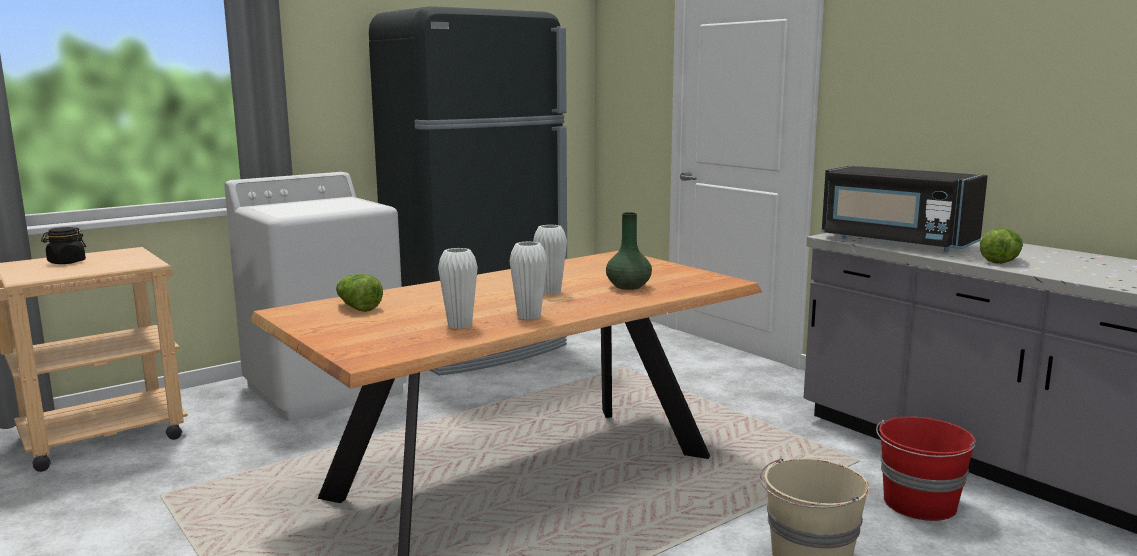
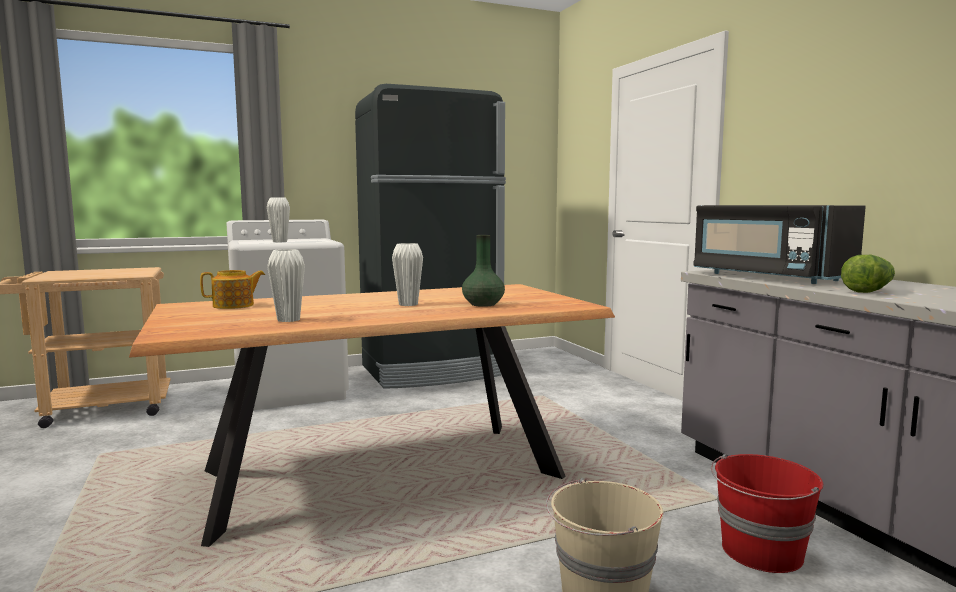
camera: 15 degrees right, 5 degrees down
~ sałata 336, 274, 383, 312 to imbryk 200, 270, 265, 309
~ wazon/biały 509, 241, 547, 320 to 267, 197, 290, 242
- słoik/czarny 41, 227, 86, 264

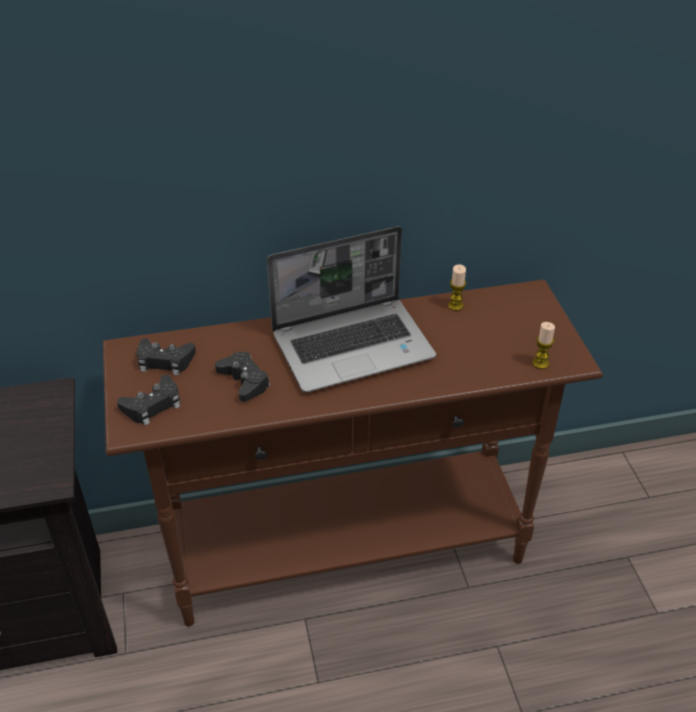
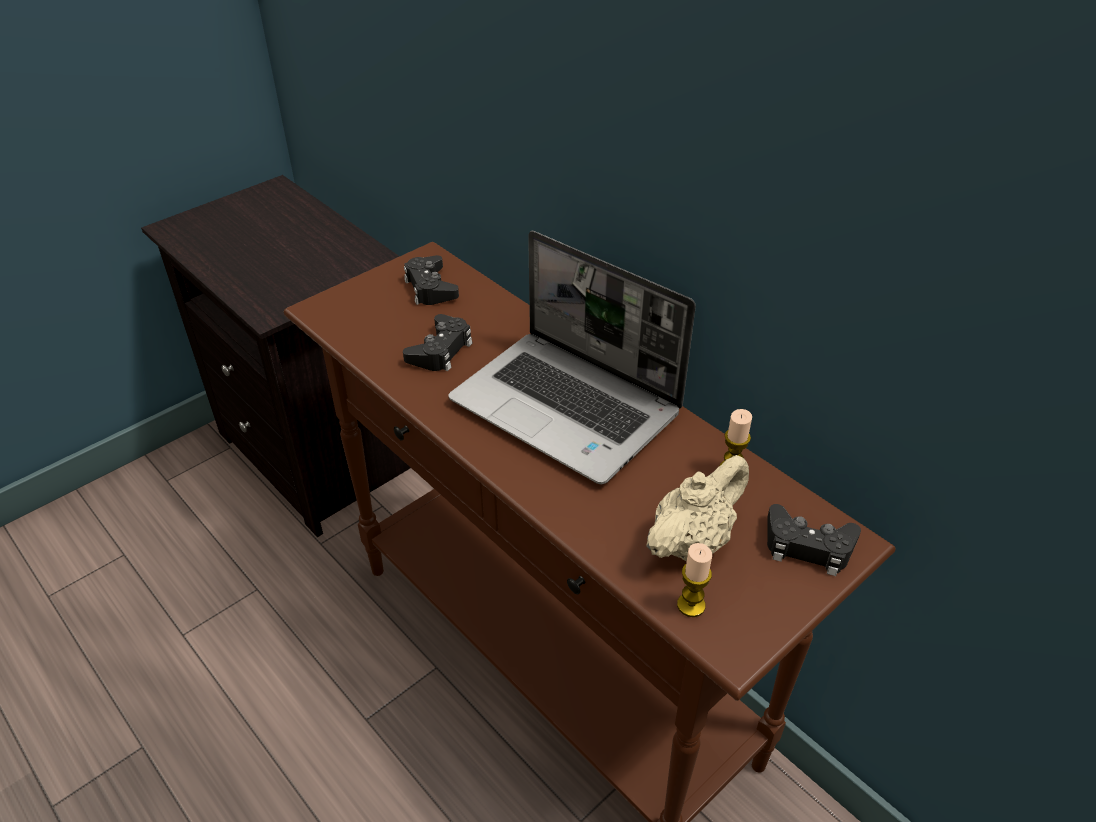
camera: 60 degrees right, 0 degrees up
+ imbryk/beżowy 646, 455, 749, 561
~ pad do gier/czarny 117, 375, 180, 425 to 767, 504, 861, 576

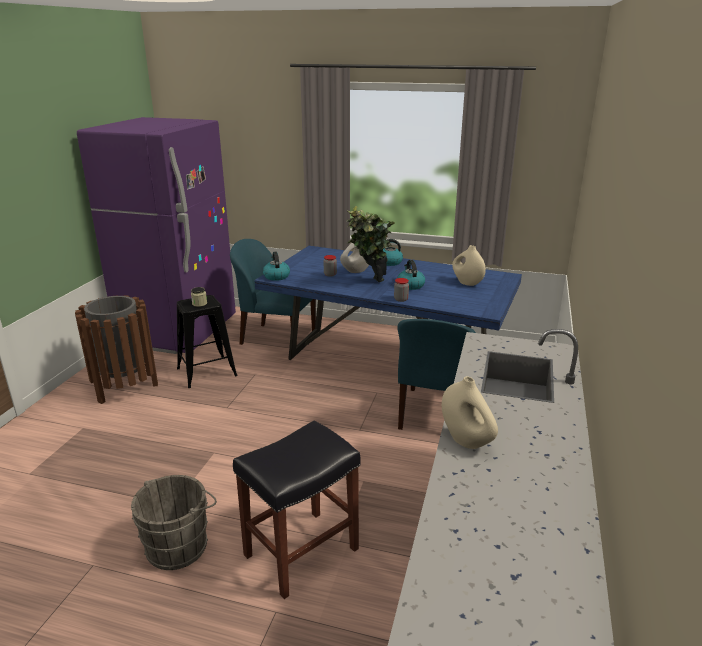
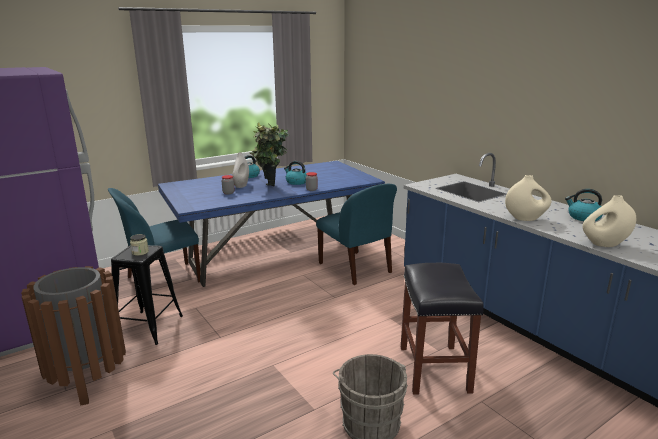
camera: 50 degrees left, 5 degrees down
~ czajnik 263, 252, 290, 281 to 565, 189, 603, 221
~ wazon/beżowy 452, 245, 486, 286 to 582, 195, 636, 247

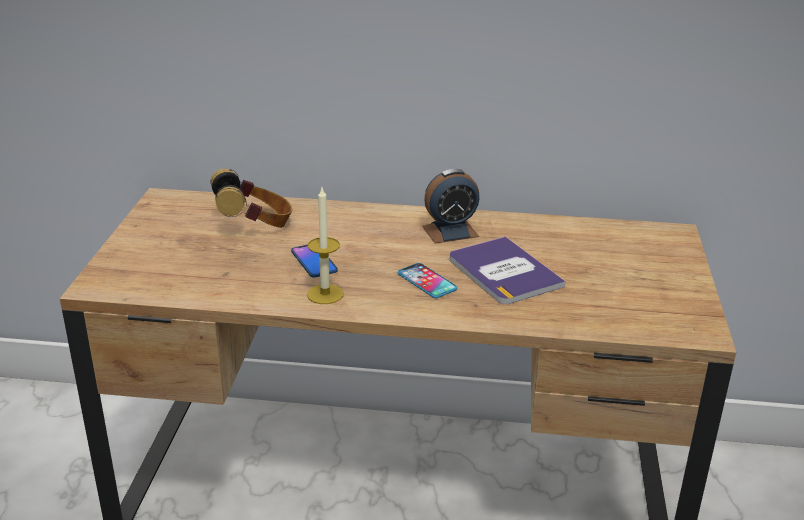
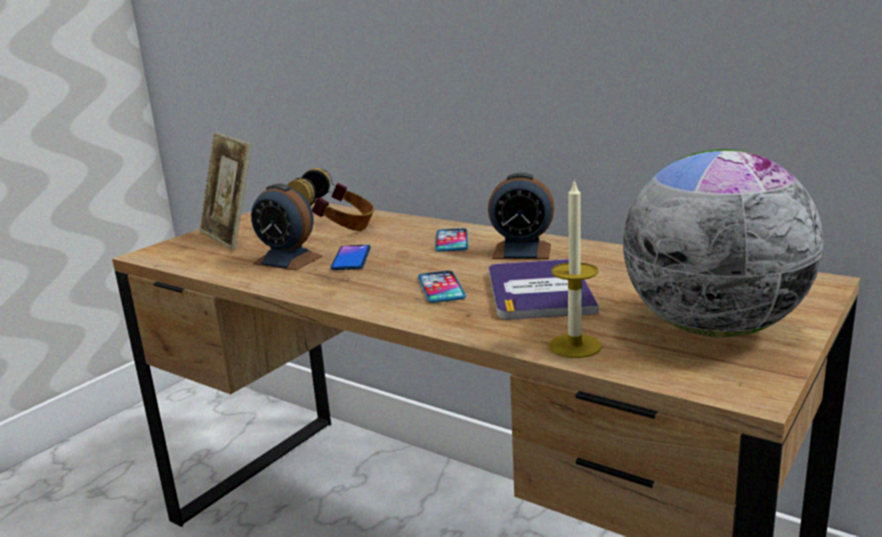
camera: 30 degrees right, 10 degrees down
+ ramka na zdjęcie 199, 132, 252, 250
+ budzik 251, 184, 323, 270
+ telefon 435, 228, 468, 252
~ świeca 307, 188, 344, 304 to 549, 179, 602, 358
+ globus 623, 149, 823, 338

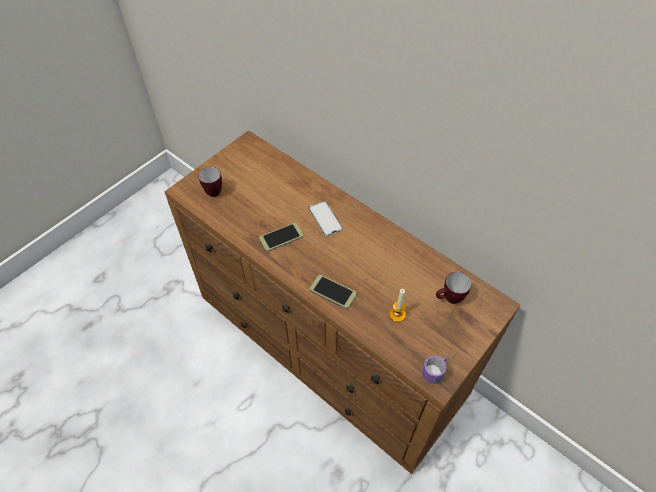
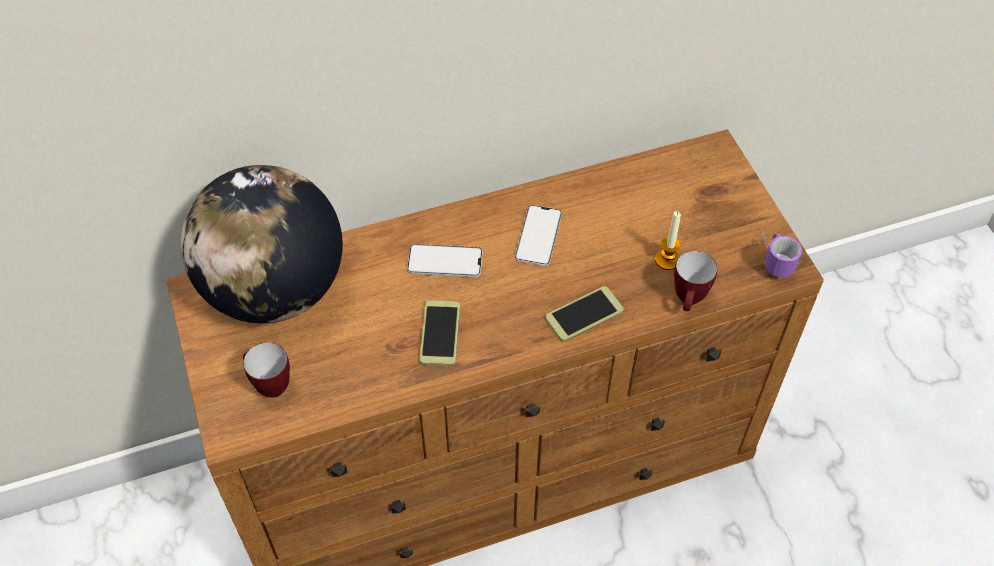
camera: 60 degrees left, 0 degrees up
+ globus 181, 165, 343, 323
+ telefon 515, 205, 562, 266
~ kubek 436, 272, 472, 304 to 674, 251, 717, 311

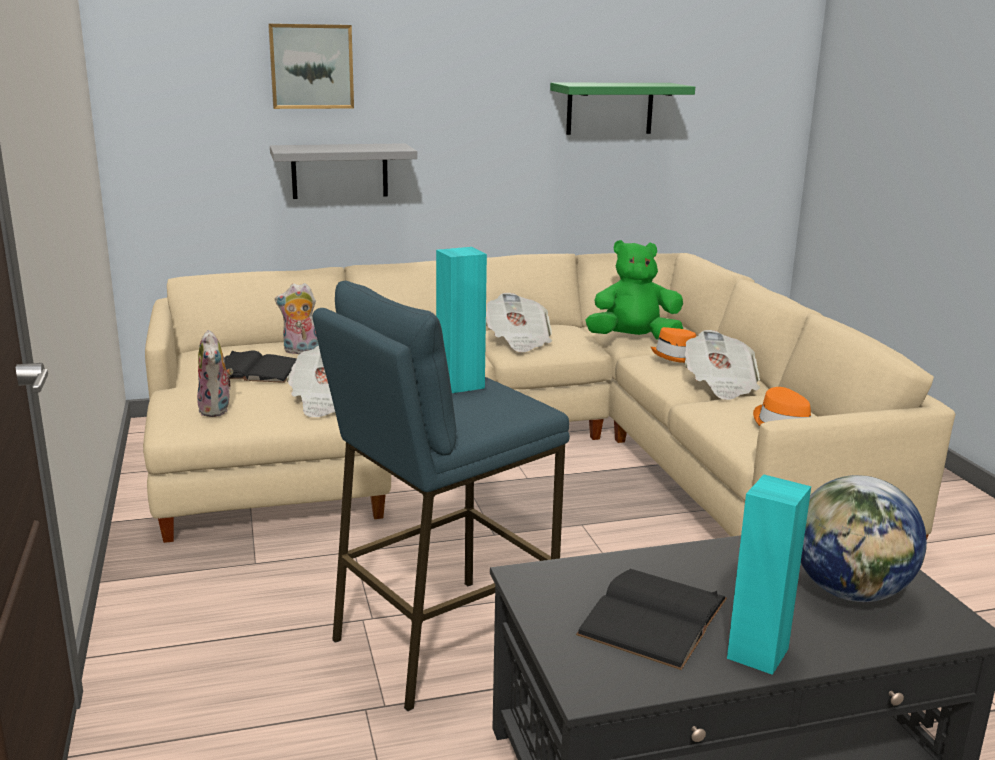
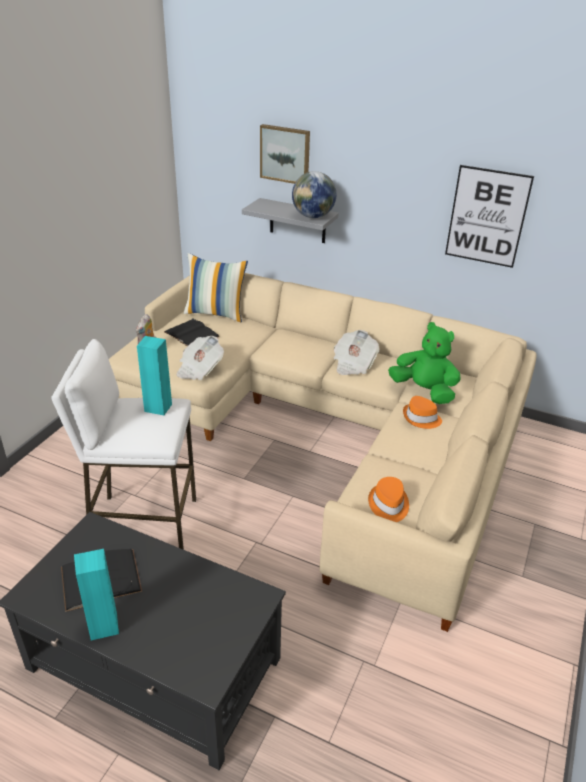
camera: 40 degrees right, 15 degrees up
~ stołek/niebieski 313, 281, 570, 711 to stołek/biały 51, 339, 196, 550
+ poduszka 184, 253, 248, 322
~ globus 801, 475, 927, 602 to 292, 171, 336, 218
~ półka/zielony 550, 83, 695, 135 to obraz 445, 165, 534, 268
- pluszak 275, 283, 319, 354
- gazeta 685, 330, 760, 400

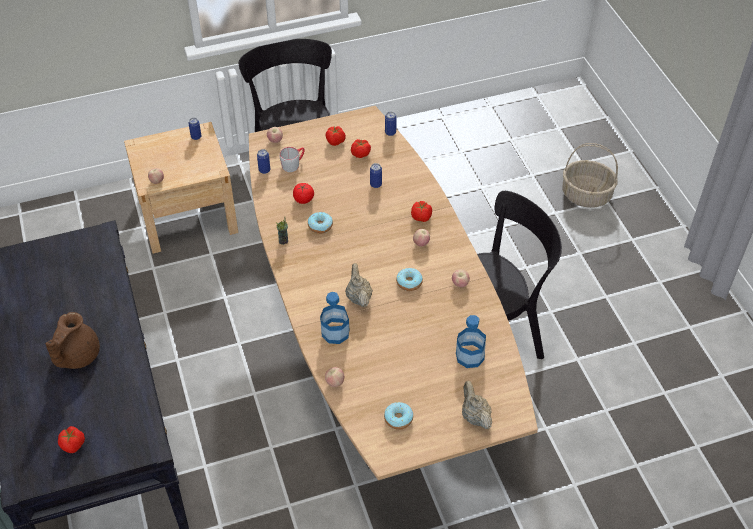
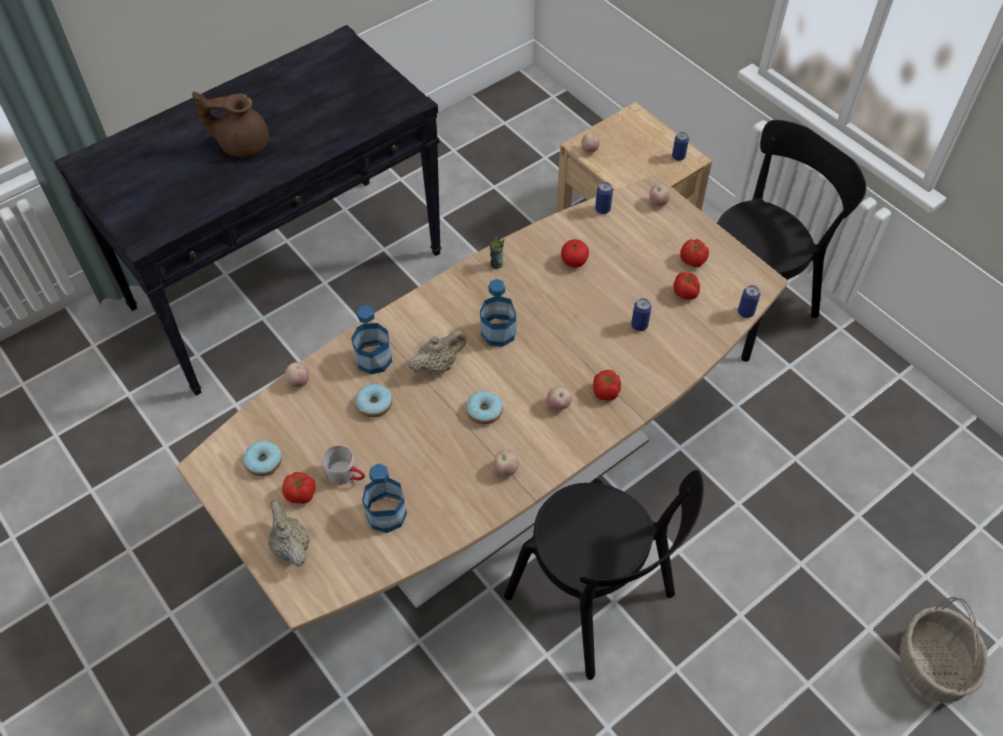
camera: 70 degrees right, 5 degrees up
~ imbryk/beżowy 462, 381, 492, 429 = 268, 500, 309, 567 75 degrees counterclockwise
~ pomidor 58, 426, 85, 453 to 282, 472, 316, 504
~ kubek/szary 279, 147, 305, 172 to 322, 445, 365, 484
~ donut 308, 212, 333, 234 to 356, 384, 392, 417
+ butelka 480, 279, 516, 347

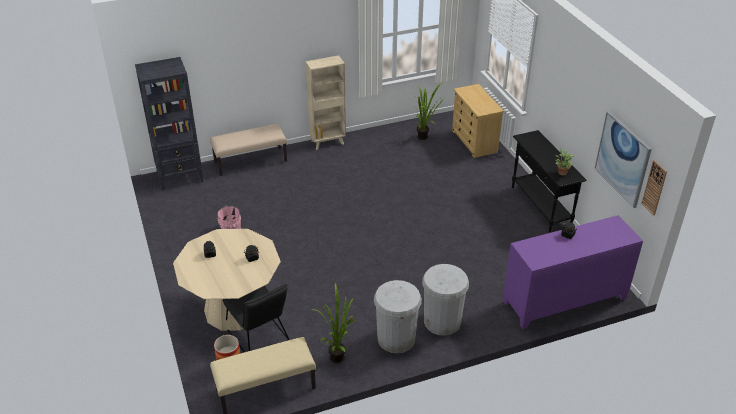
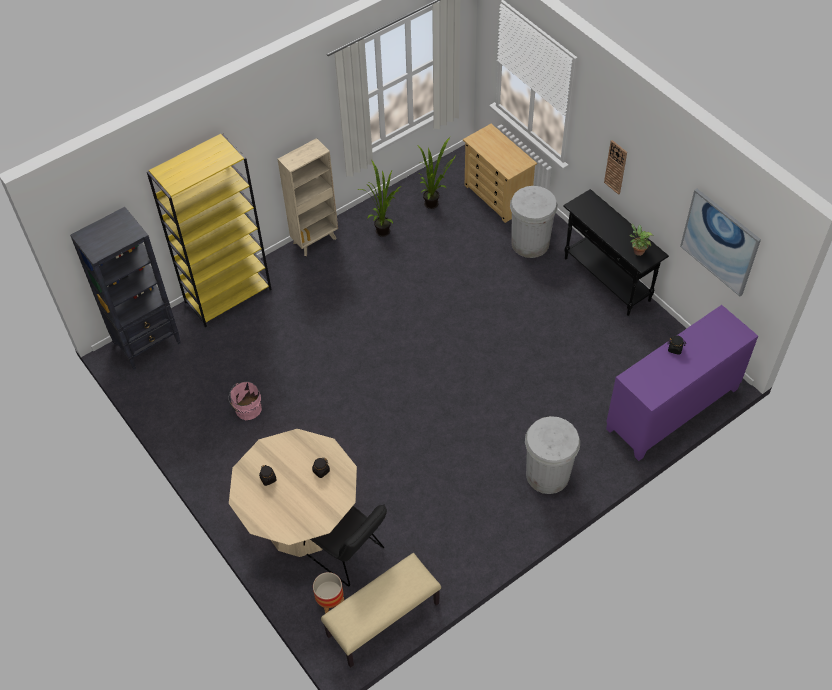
camera: 15 degrees left, 15 degrees up
~ ławka/beżowy 210, 124, 287, 176 to regał/żółty 147, 134, 272, 327
~ roślina doniczkowa 311, 283, 357, 364 to 358, 160, 402, 237
~ kosz na śmieci/biały 374, 280, 422, 353 to 510, 186, 558, 258
~ zegar ścienny 641, 160, 667, 216 to 604, 140, 627, 195

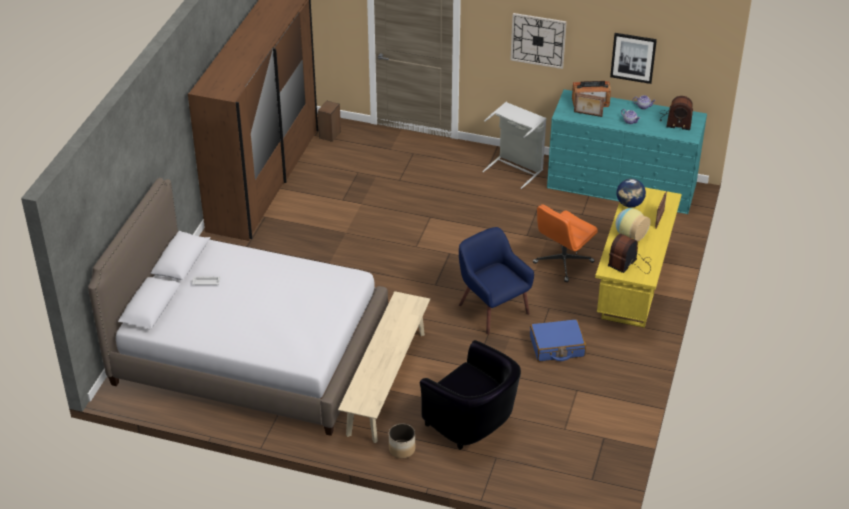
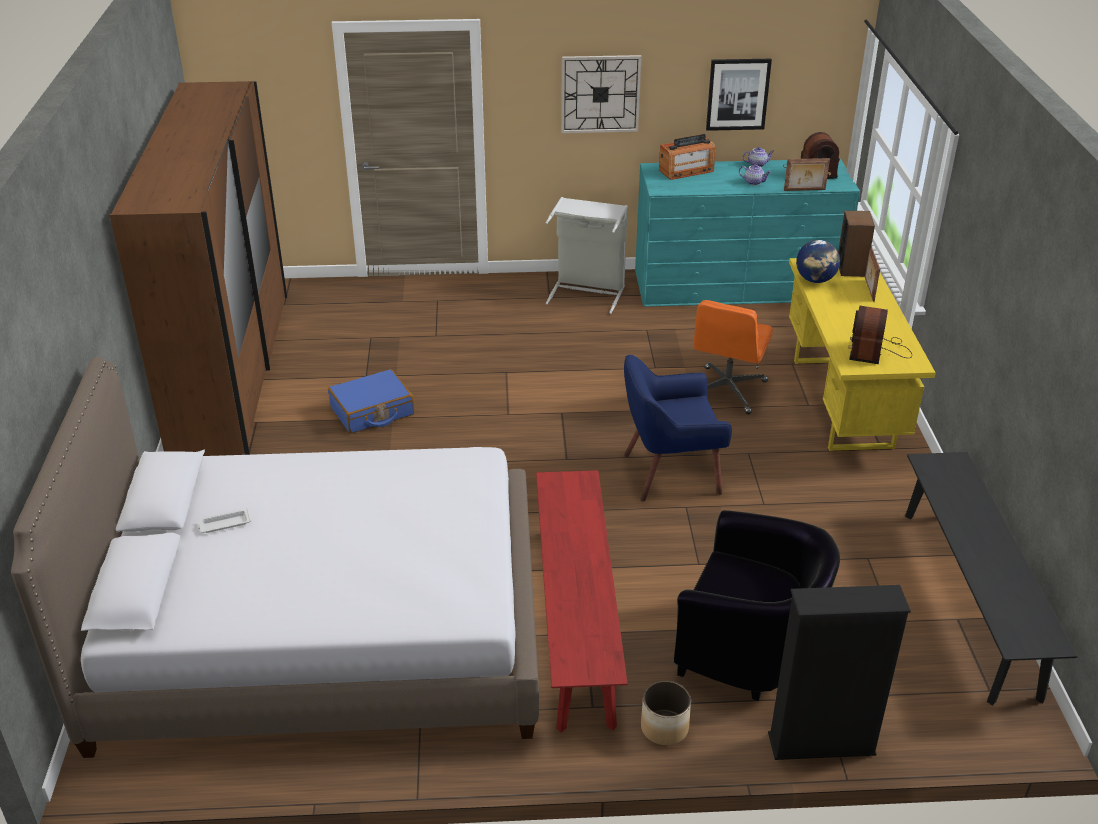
camera: 20 degrees left, 5 degrees down
~ walizka/niebieski 530, 319, 586, 361 to 328, 369, 414, 433
~ ławka/beżowy 338, 291, 430, 443 to ławka/czerwony 536, 470, 628, 733
~ fotel/niebieski 459, 227, 534, 335 = 624, 355, 732, 502 45 degrees counterclockwise
+ regał/czarny 768, 585, 911, 760
~ ramka na zdjęcie 574, 93, 604, 117 to 784, 158, 830, 191
~ głośnik 318, 100, 341, 142 to 838, 210, 875, 277
+ ławka/czarny 905, 452, 1078, 706
- wazon 615, 208, 651, 241

